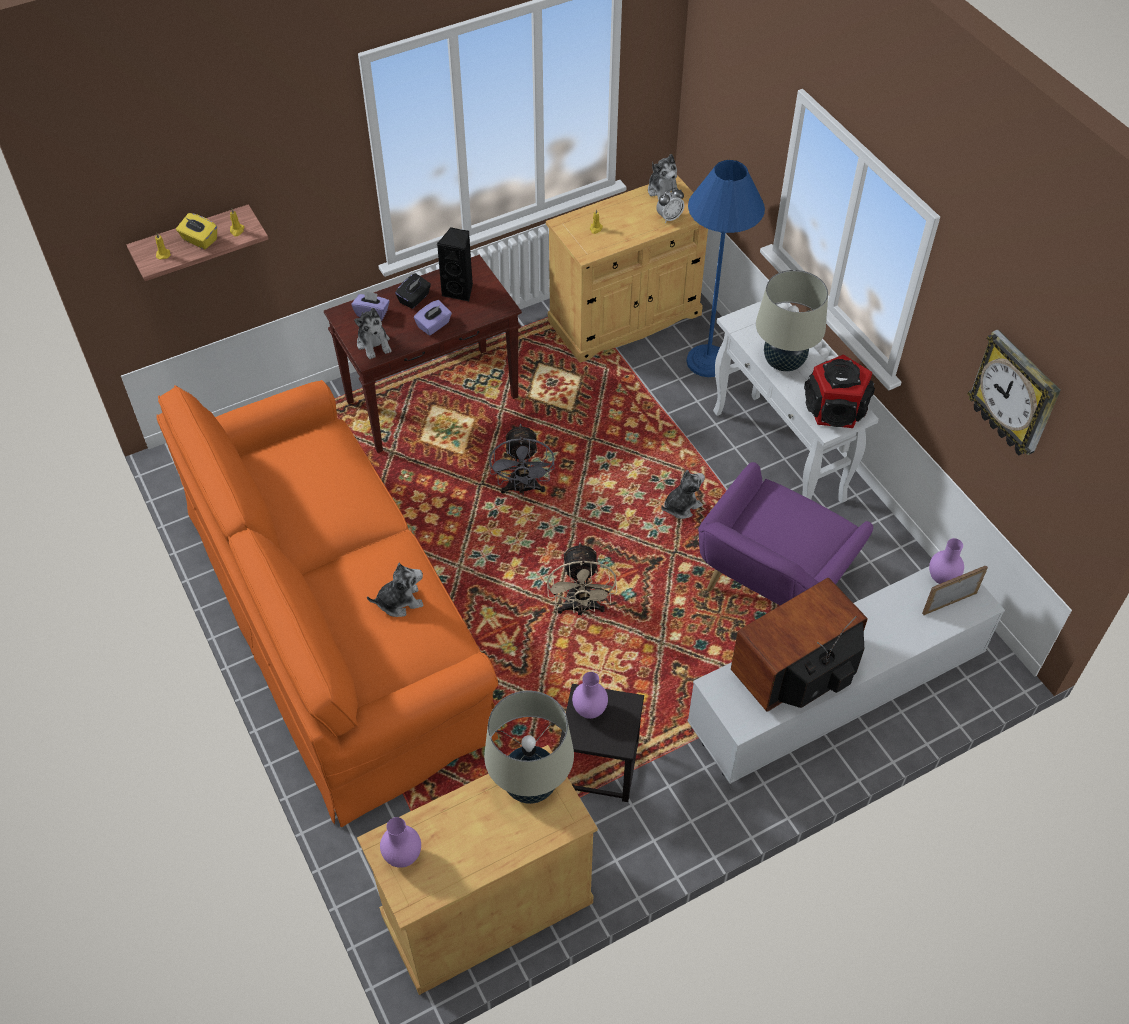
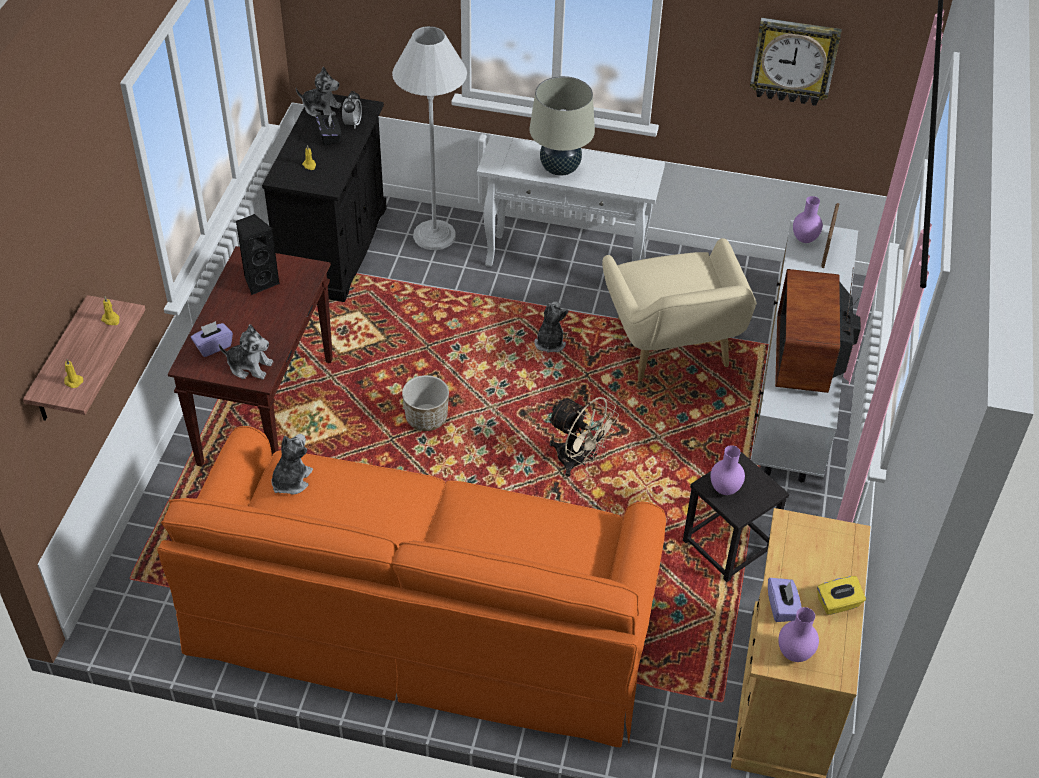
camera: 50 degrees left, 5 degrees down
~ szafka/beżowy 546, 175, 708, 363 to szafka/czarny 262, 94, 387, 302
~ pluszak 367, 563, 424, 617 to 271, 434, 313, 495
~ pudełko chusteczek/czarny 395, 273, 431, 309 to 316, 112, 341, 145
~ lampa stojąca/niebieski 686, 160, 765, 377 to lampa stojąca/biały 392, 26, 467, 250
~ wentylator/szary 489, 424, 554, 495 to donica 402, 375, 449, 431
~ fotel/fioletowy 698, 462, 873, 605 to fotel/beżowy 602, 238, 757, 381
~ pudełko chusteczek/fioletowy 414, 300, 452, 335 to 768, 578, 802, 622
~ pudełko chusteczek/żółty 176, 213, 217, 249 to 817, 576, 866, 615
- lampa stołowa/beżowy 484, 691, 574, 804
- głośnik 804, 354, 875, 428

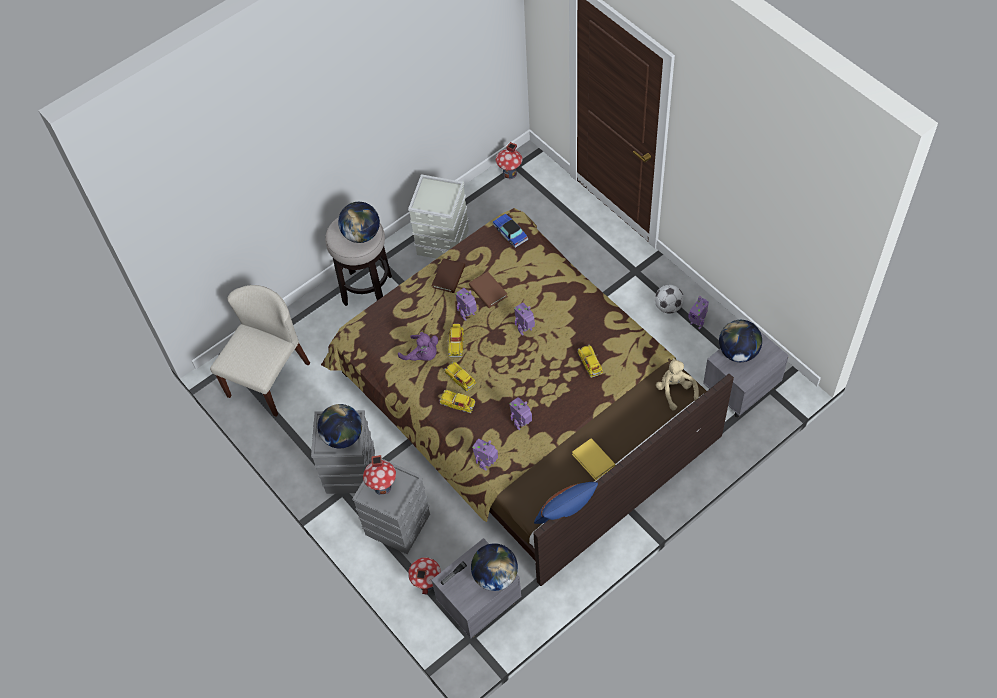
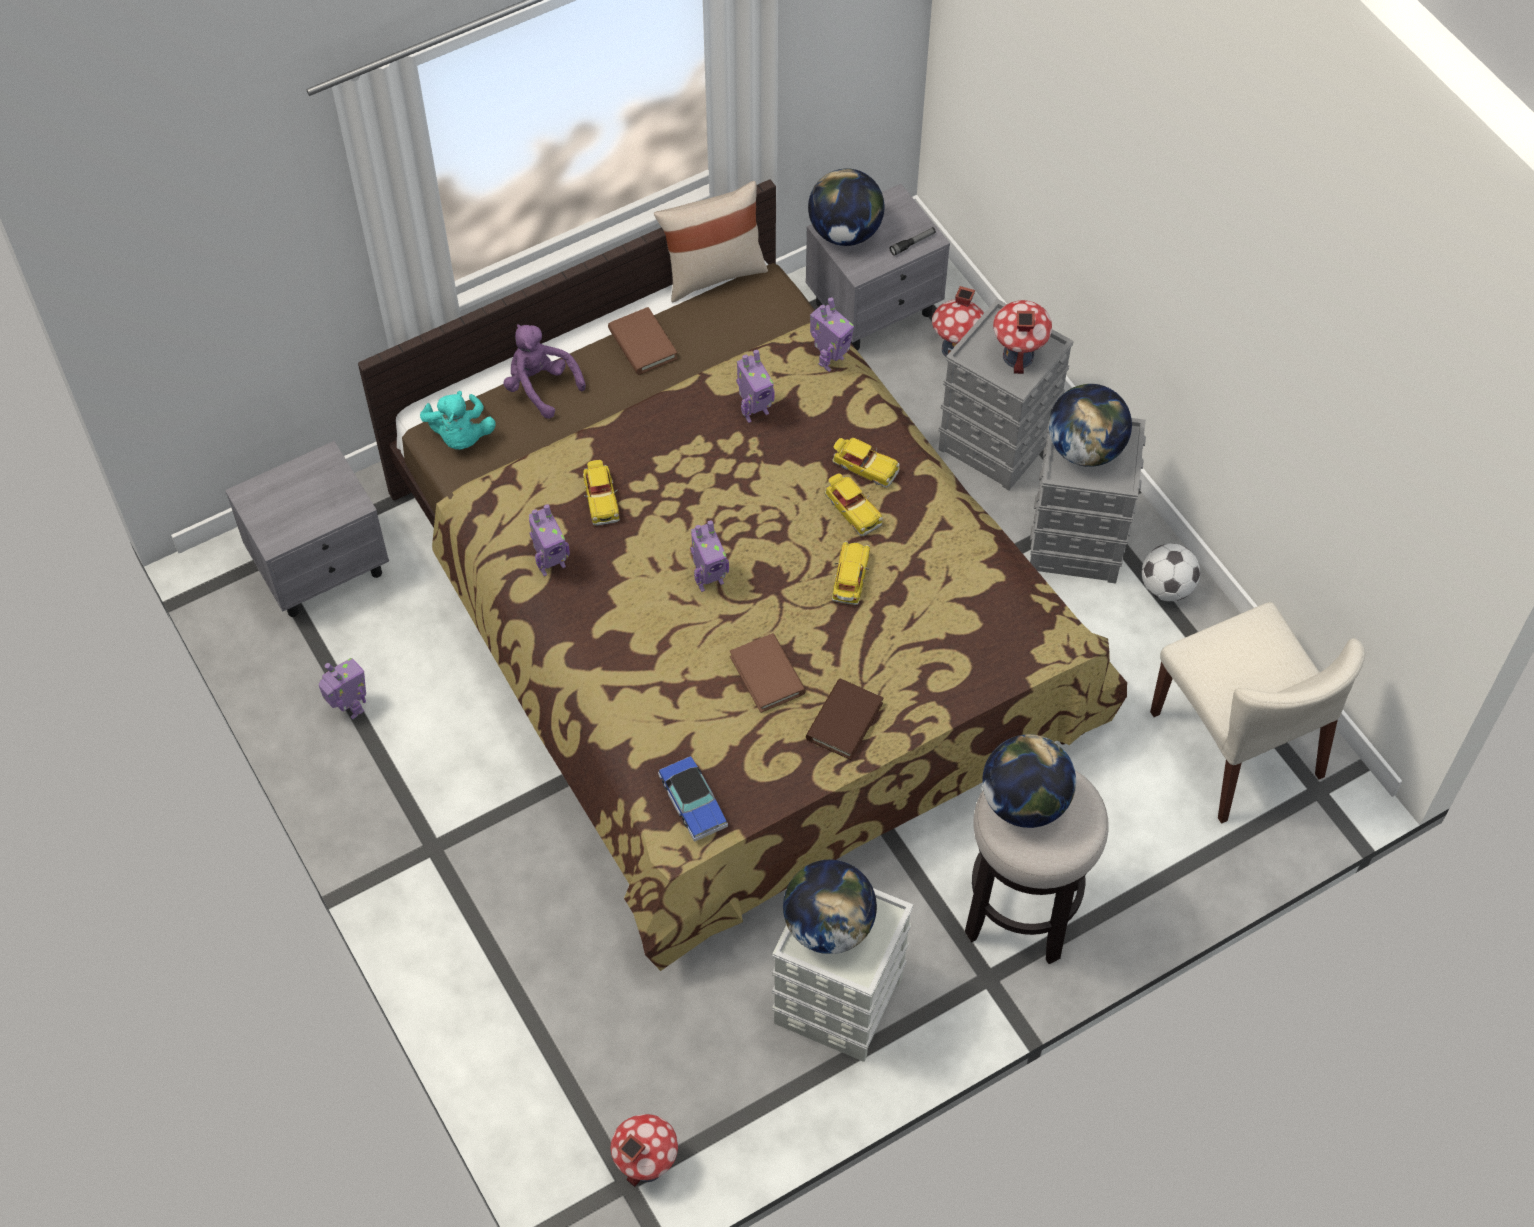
camera: 175 degrees left, 0 degrees up
~ pluszak/beżowy 656, 358, 699, 410 to pluszak/turkusowy 420, 391, 496, 450
~ pluszak/fioletowy 398, 332, 438, 361 to 503, 324, 586, 419
~ robot zabawkowy 455, 288, 477, 321 to 529, 504, 570, 576
~ książka/żółty 572, 438, 615, 481 to książka/brązowy 608, 307, 678, 375
~ poduszka/niebieski 534, 482, 598, 524 to poduszka/beżowy 654, 181, 768, 302
~ globus 719, 320, 762, 362 to 783, 860, 877, 954
~ piłka futbolowa 655, 285, 684, 313 to 1142, 543, 1200, 601
~ krzesło/beżowy 210, 285, 310, 417 = 1150, 602, 1365, 824 60 degrees counterclockwise

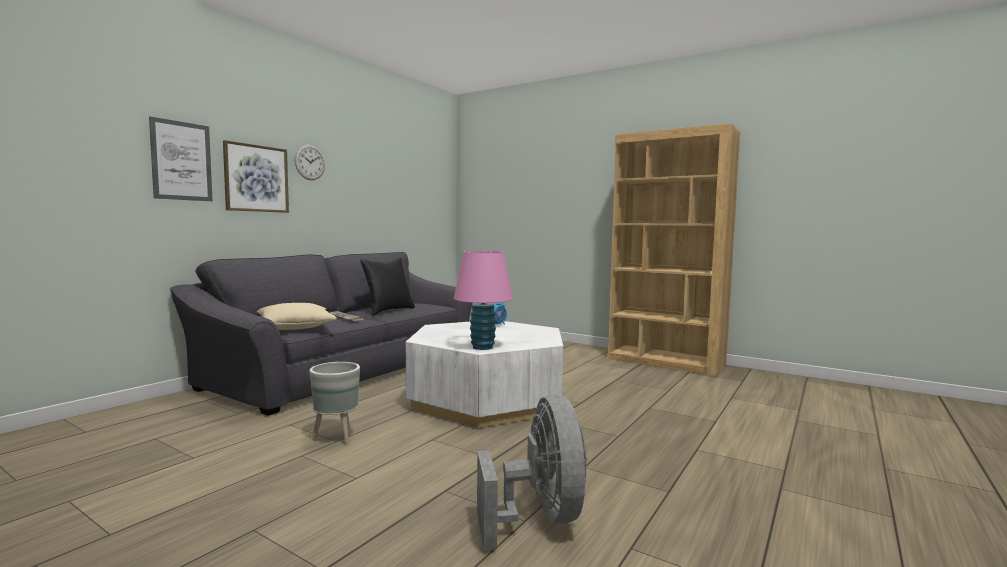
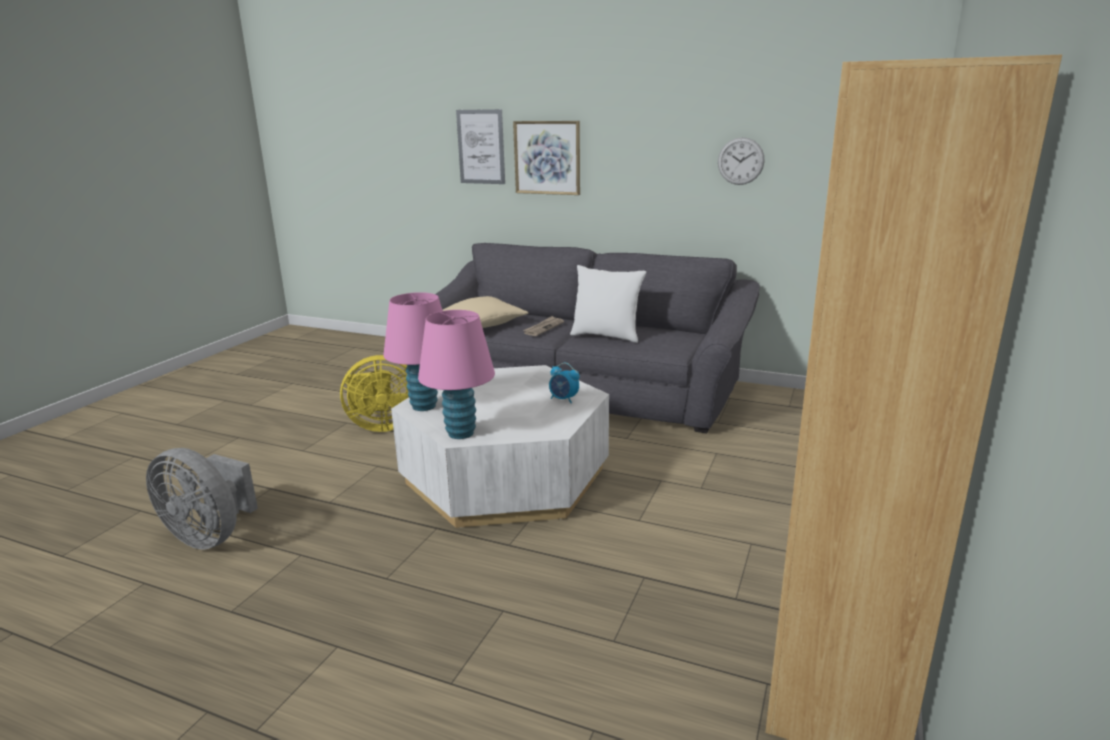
camera: 80 degrees right, 15 degrees up
~ wentylator/szary 477, 394, 587, 550 = 146, 448, 258, 549 45 degrees clockwise
~ donica/szary 309, 362, 360, 445 to wentylator/żółty 340, 355, 409, 432
+ lampa stołowa/różowy 418, 310, 495, 439
~ poduszka/czarny 360, 258, 415, 315 to poduszka/biały 570, 265, 646, 343
~ zegar ścienny 294, 145, 325, 180 to 718, 137, 765, 185

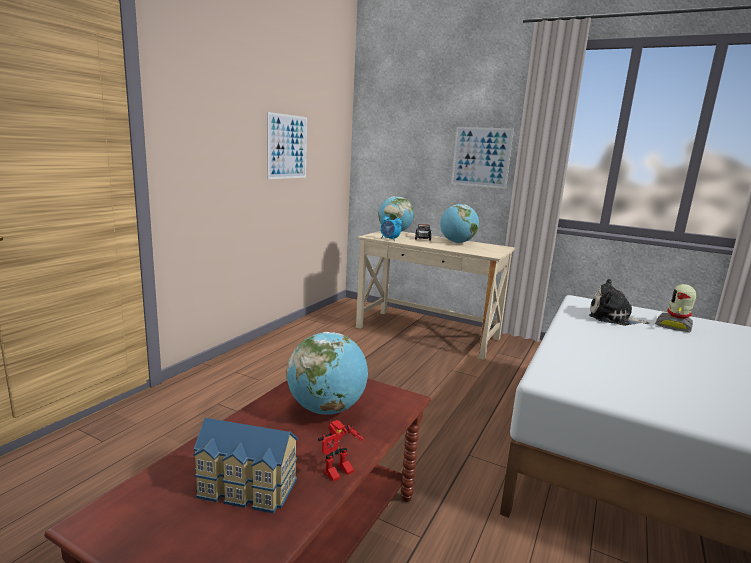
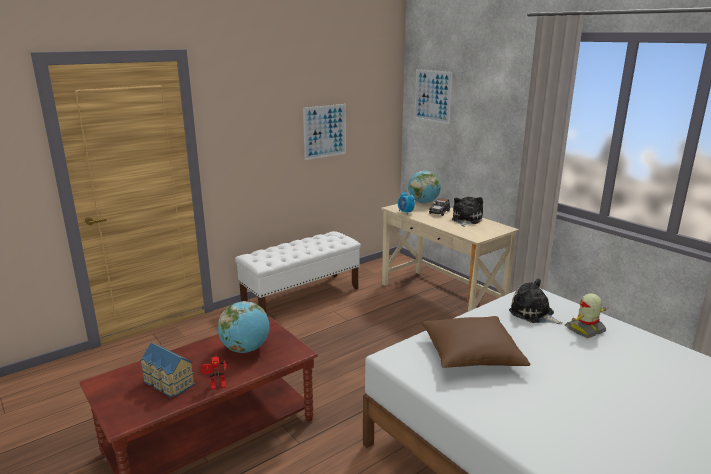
camera: 25 degrees right, 5 degrees up
+ ławka/biały 235, 231, 361, 312
~ obraz 451, 127, 514, 189 to 414, 69, 453, 124
+ poduszka/brązowy 421, 316, 530, 368
~ globus 440, 204, 479, 243 to pluszak 452, 197, 483, 227

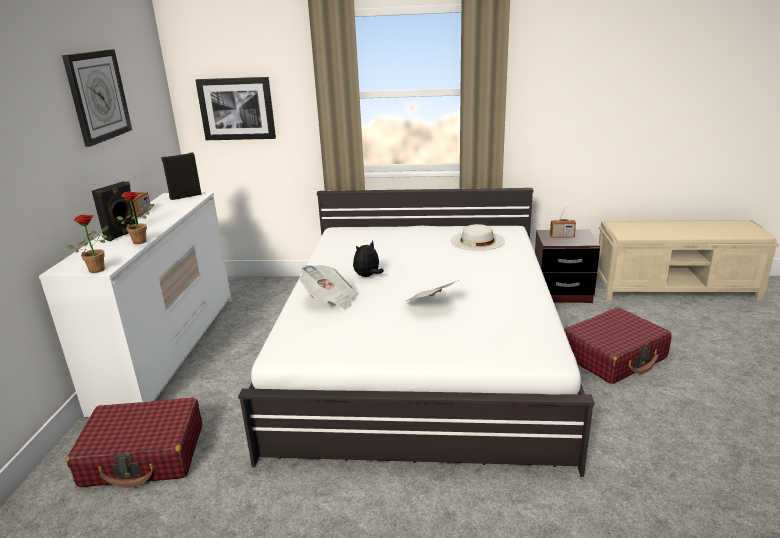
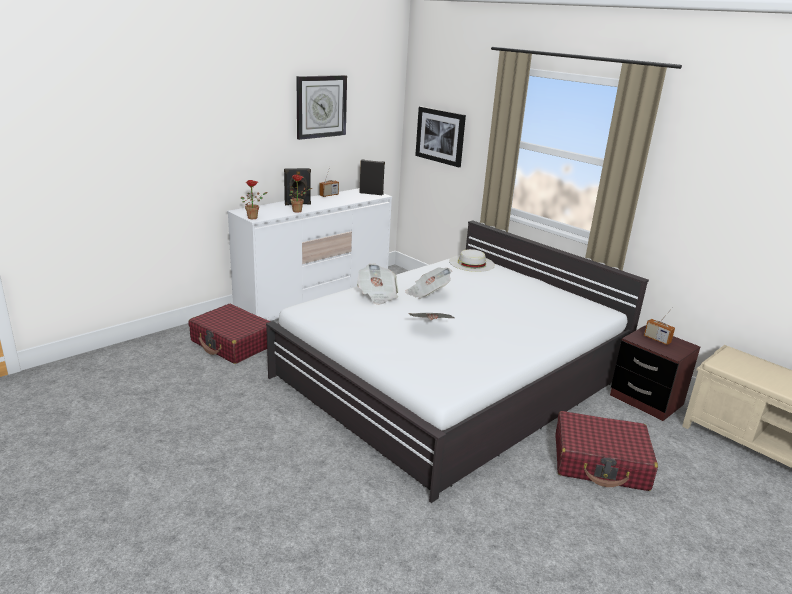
camera: 40 degrees right, 0 degrees up
~ pluszak 353, 241, 384, 277 to gazeta 405, 267, 452, 299
~ kapelusz/biały 450, 224, 505, 251 to 449, 249, 495, 272

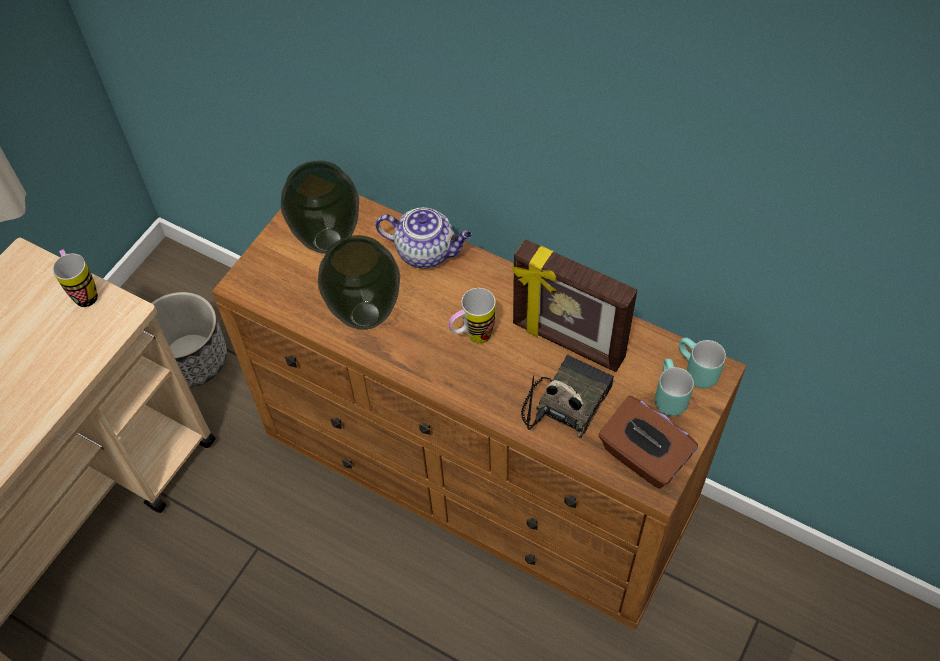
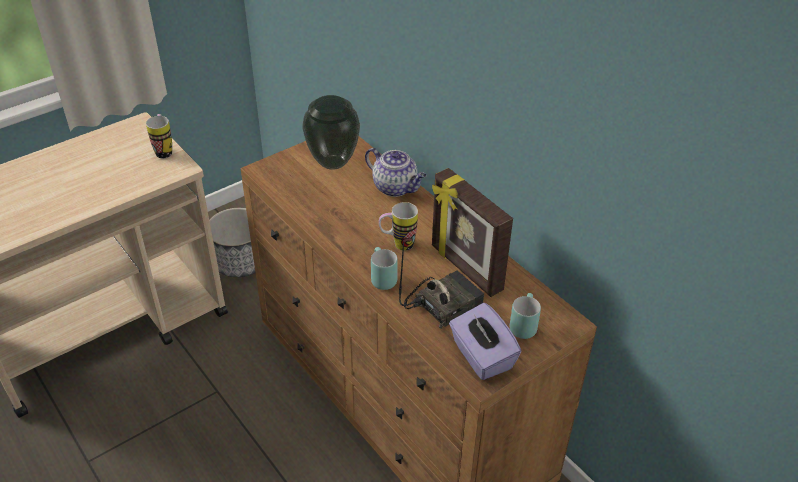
camera: 20 degrees right, 15 degrees down
~ kubek/turkusowy 679, 338, 726, 388 to 371, 247, 398, 290
~ pudełko chusteczek/brązowy 598, 396, 698, 489 to pudełko chusteczek/fioletowy 449, 303, 521, 380
- wazon 318, 235, 400, 330

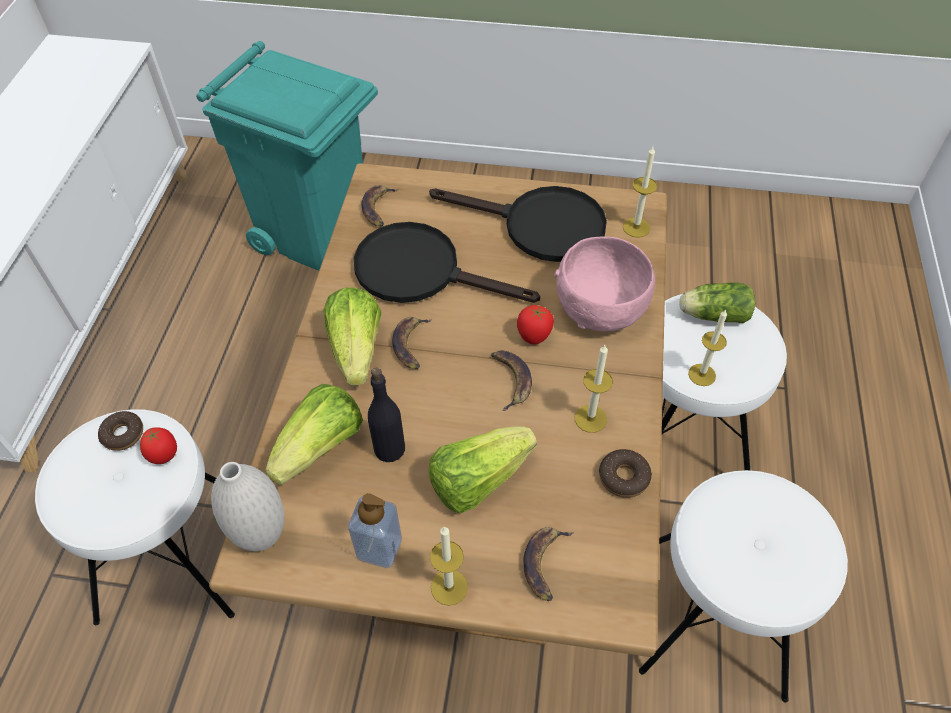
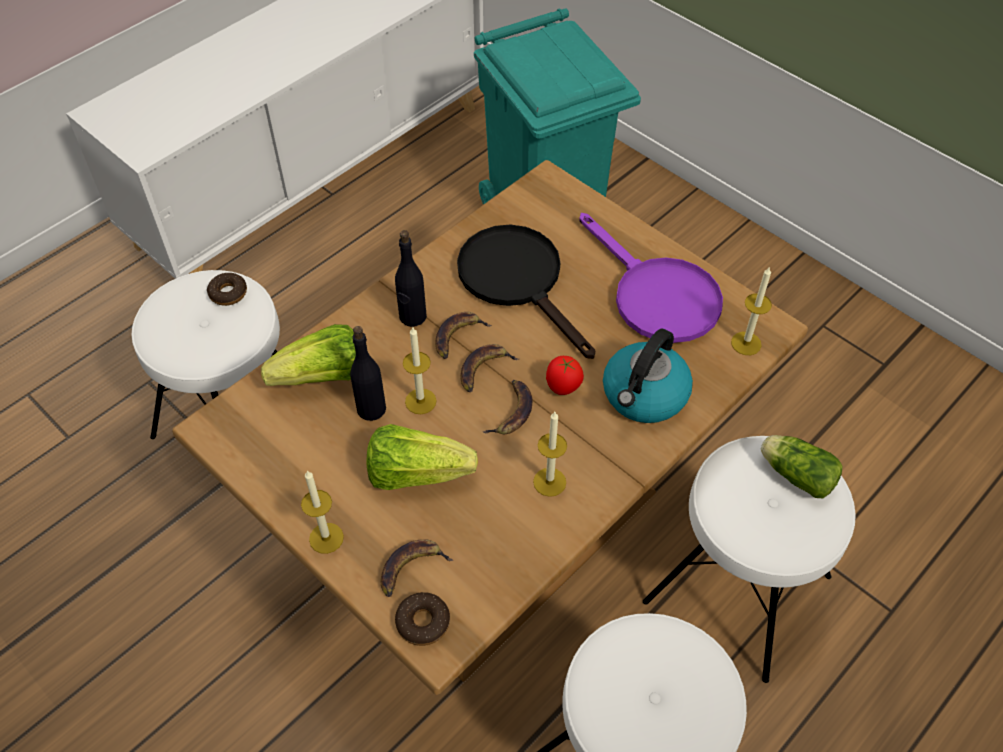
camera: 35 degrees right, 0 degrees up
~ sałata 323, 287, 382, 386 to butelka/czarny 395, 230, 427, 327
~ donut 599, 449, 652, 498 to 395, 592, 450, 646
~ świeca 688, 309, 727, 386 to 403, 328, 437, 414
~ banan 362, 185, 399, 227 to 460, 344, 519, 392
~ patelnia/czarny 429, 186, 607, 262 to patelnia/fioletowy 579, 213, 723, 343
~ miska/różowy 554, 236, 655, 331 to czajnik 603, 328, 693, 423
- pomidor 140, 427, 177, 464
- wazon/biały 211, 462, 284, 552
- dozownik mydła 348, 493, 402, 568

